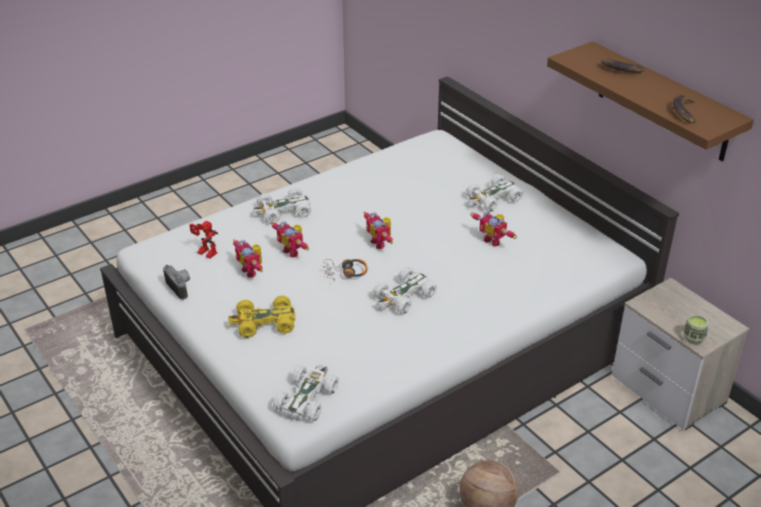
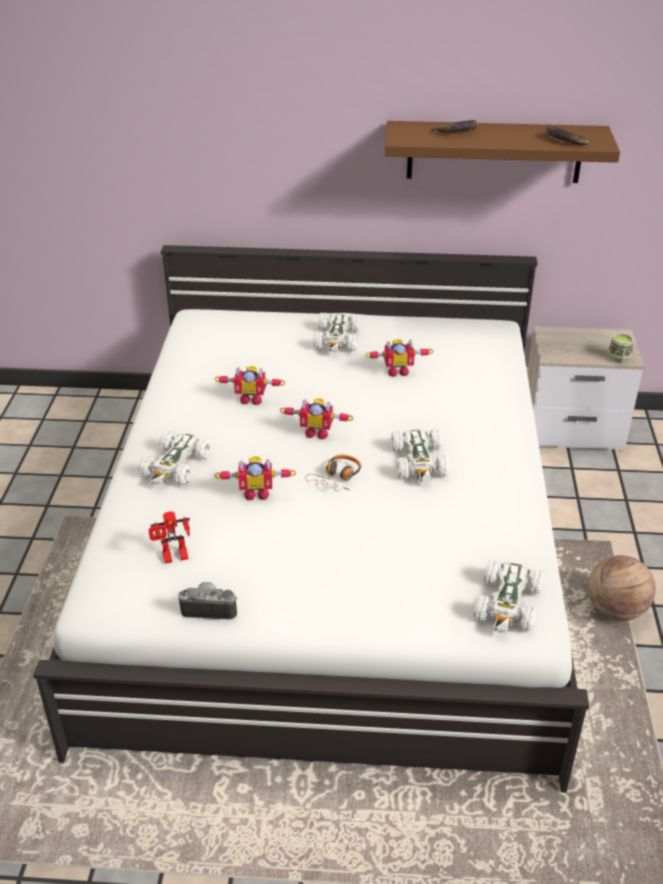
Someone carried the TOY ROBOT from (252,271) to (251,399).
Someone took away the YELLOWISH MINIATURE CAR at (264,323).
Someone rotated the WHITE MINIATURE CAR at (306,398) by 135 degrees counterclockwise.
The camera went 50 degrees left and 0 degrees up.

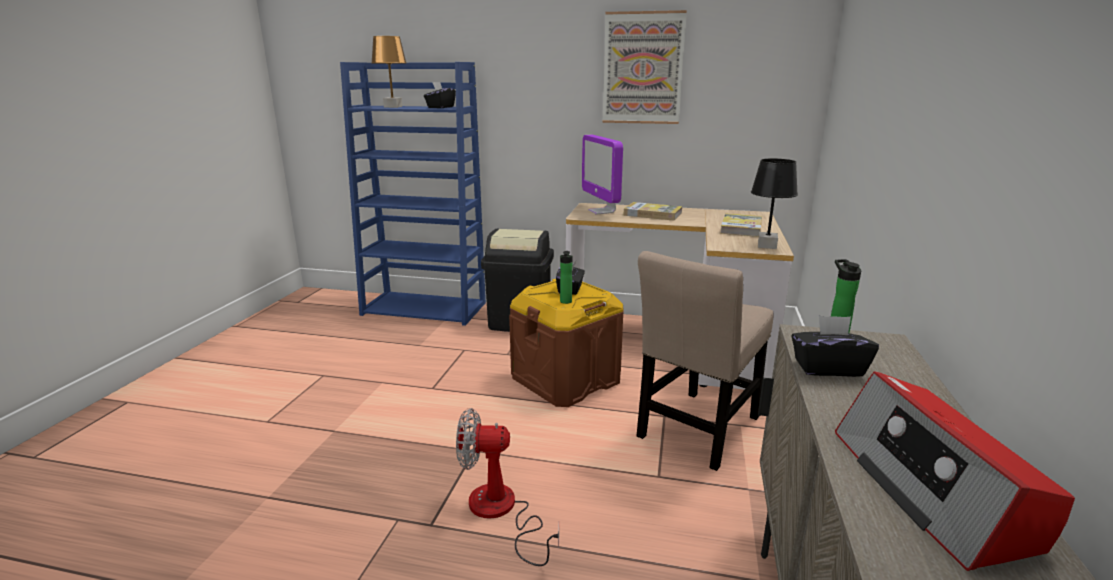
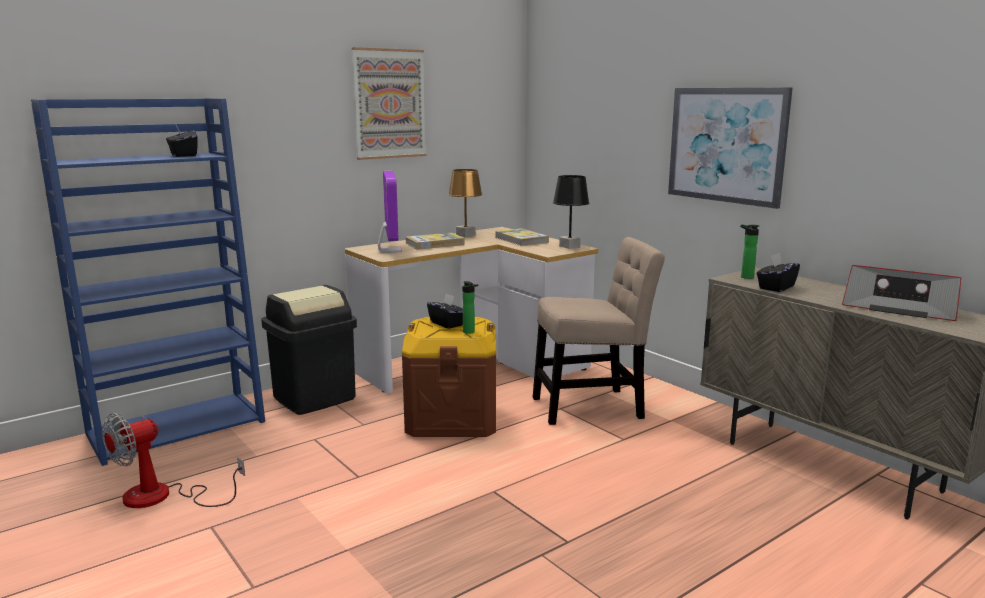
Someone carried the BROWN TABLE LAMP from (393,107) to (465,235).
Someone rotated the COMPUTER SCREEN at (601,211) by 120 degrees counterclockwise.
Someone rotated the BEIGE-COLOURED PLAIN CHAIR at (697,431) by 90 degrees counterclockwise.
Someone carried the FAN from (501,512) to (162,497).
Someone put up the WALL PICTURE at (726,145).
The camera went 50 degrees left and 5 degrees down.

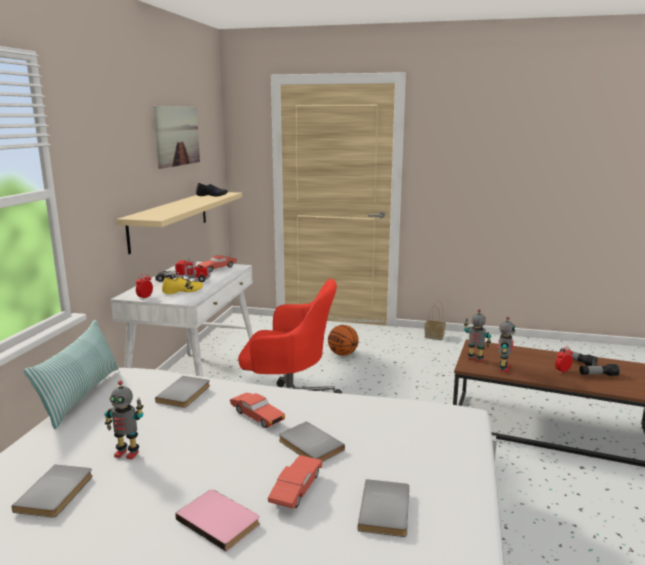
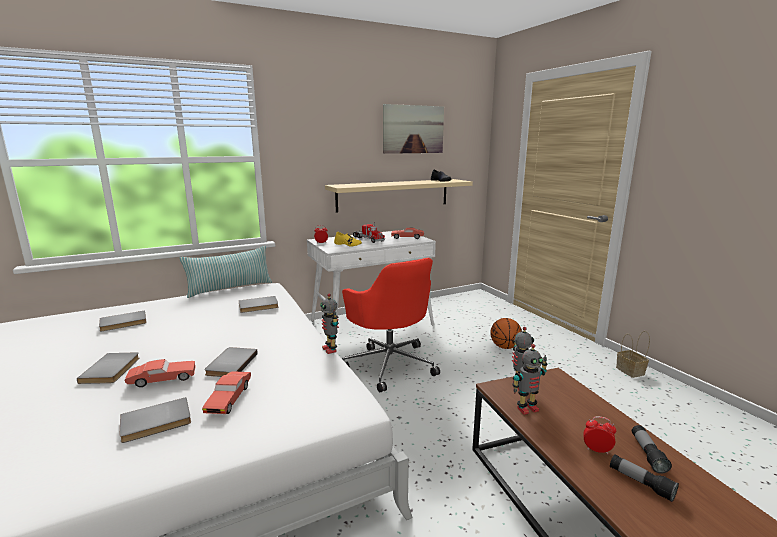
Someone carried the TOY ROBOT from (127,453) to (330,349).
Someone carried the RED-COLOURED MINIATURE CAR from (257,416) to (229,399).
Someone repainted the PINK-COLOURED BOOK at (220,520), which became the GRAY BOOK at (112,370).
The camera went 50 degrees right and 0 degrees up.

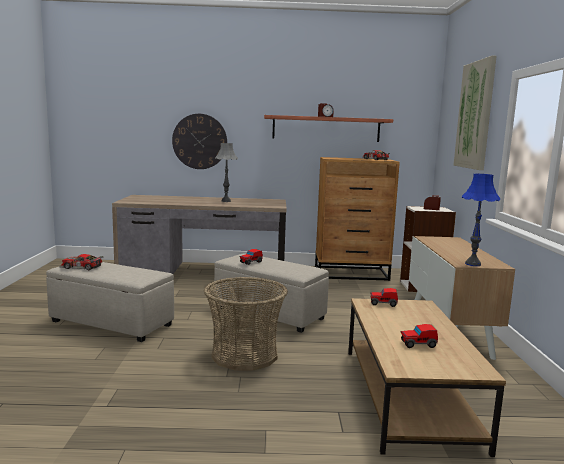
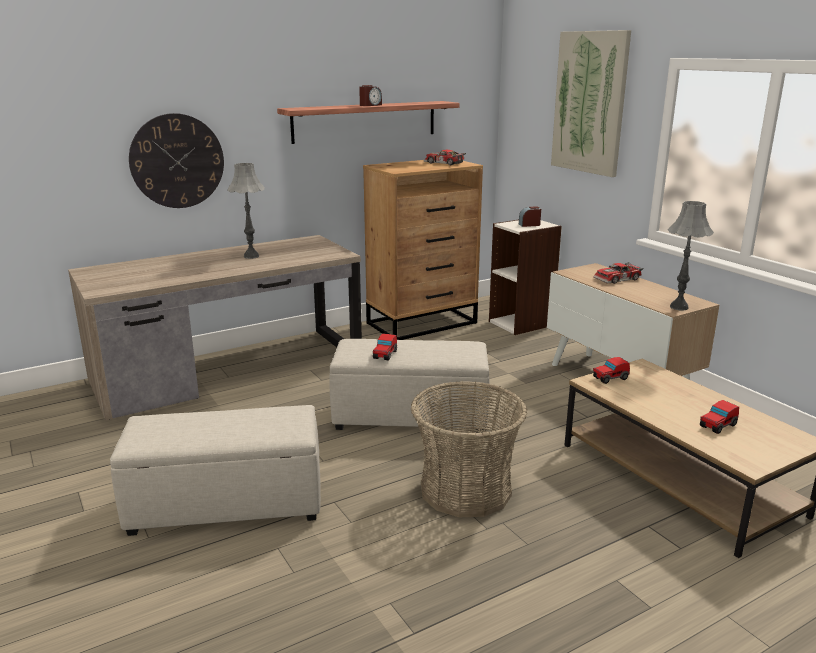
Someone repainted the BLUISH TABLE LAMP at (473,264), which became the GRAY TABLE LAMP at (679,307).
Someone carried the MINIATURE CAR from (81,267) to (618,279).
The camera went 30 degrees left and 10 degrees up.

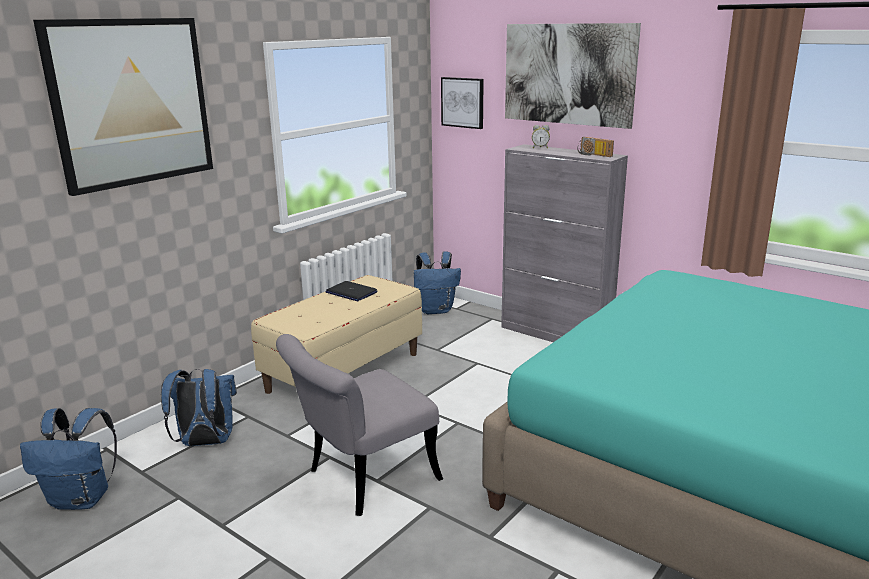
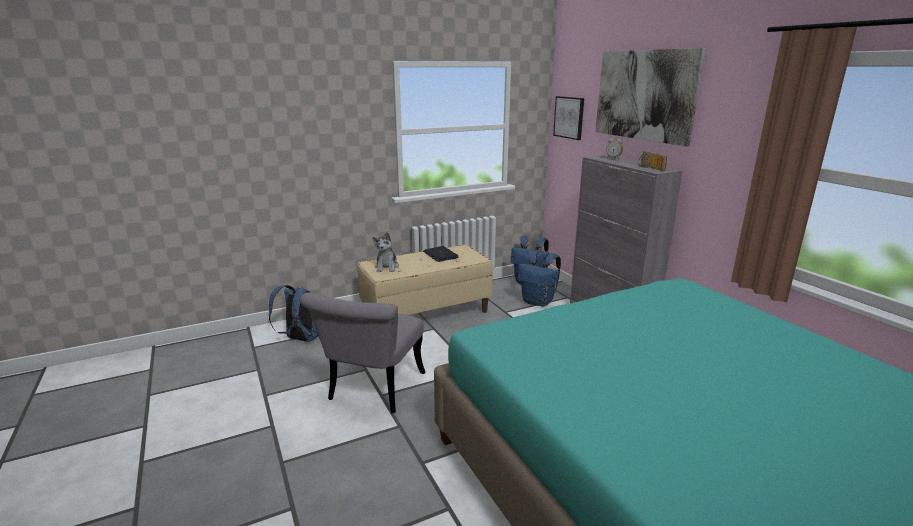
Someone took away the WALL PICTURE at (131,102).
Someone rotated the GRAY PLAIN CHAIR at (362,480) by 60 degrees counterclockwise.
Someone carried the BLUISH KNAPSACK from (82,499) to (538,302).
Someone put down the SOFT TOY at (387,267).
The camera went 25 degrees right and 0 degrees up.

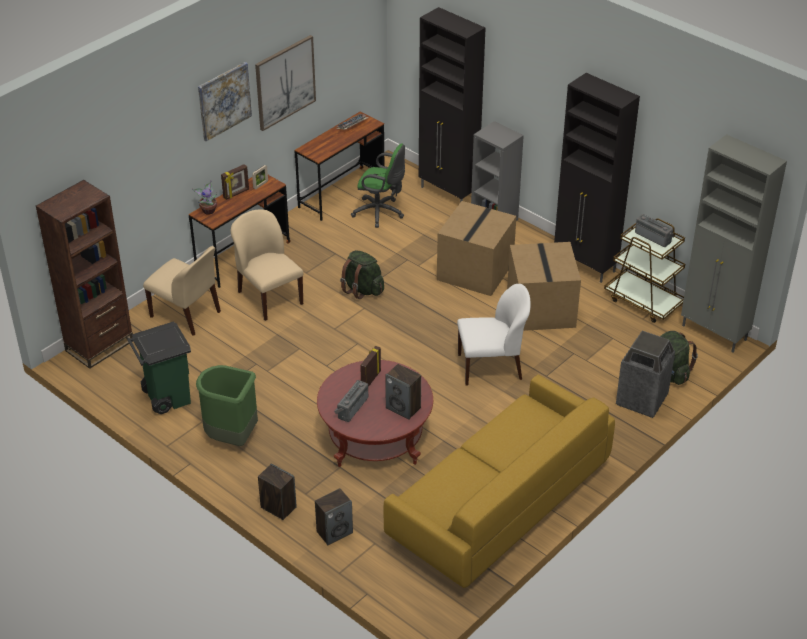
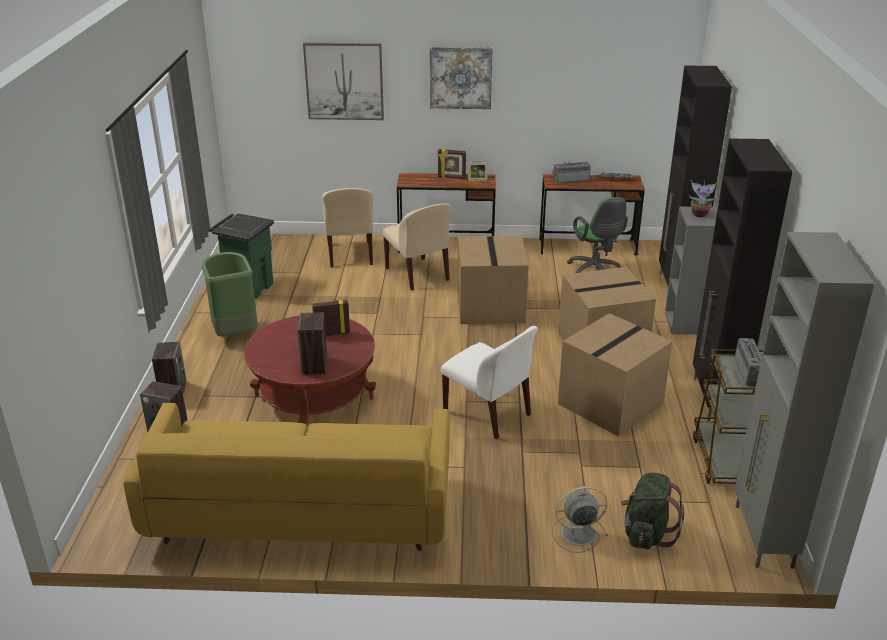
Someone carried the WALL PICTURE from (285,82) to (344,81).
Someone took away the BROWN BOOKSHELF at (99,346).
Someone carried the PLANT IN A POT from (208,210) to (699,214).
Someone rotated the BEIGE-COLOURED PLAIN CHAIR at (269,297) by 135 degrees clockwise.
Someone swapped the GREEN-COLOURED KNAPSACK at (362,289) for the CARTON at (489,306).
Someone swapped the TRASH CAN at (642,400) for the GRAY FAN at (577,533).
Someone carried the RADIO SET from (351,407) to (570,179).
The camera went 50 degrees right and 10 degrees down.

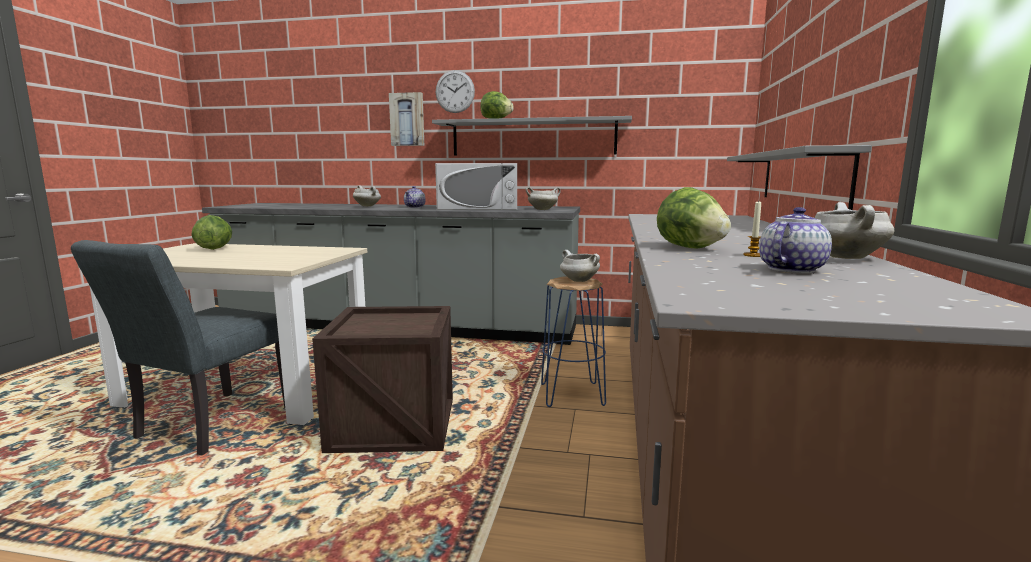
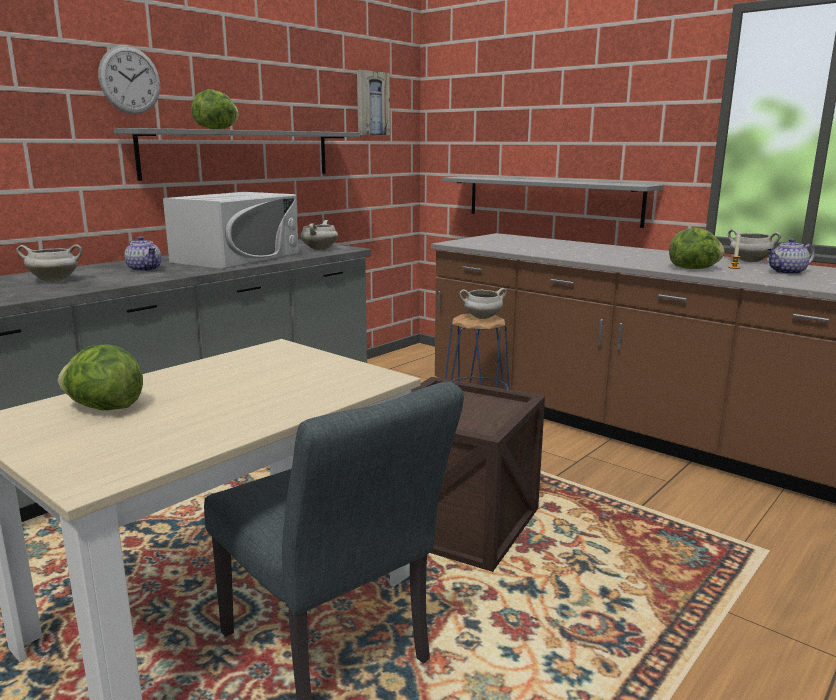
Someone carried the WALL PICTURE from (407,119) to (371,103).
Someone rotated the POT FOR TEA at (790,269) by 90 degrees counterclockwise.
The camera went 60 degrees left and 5 degrees up.

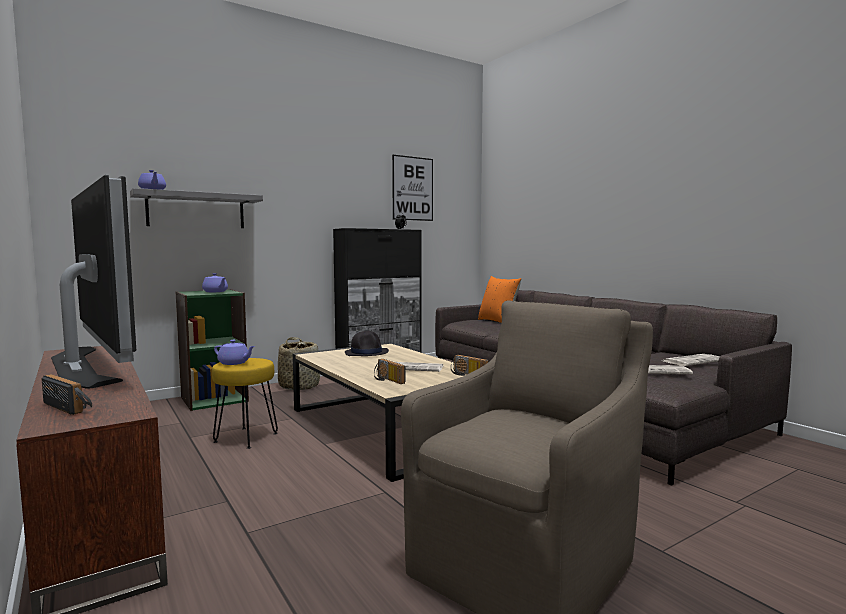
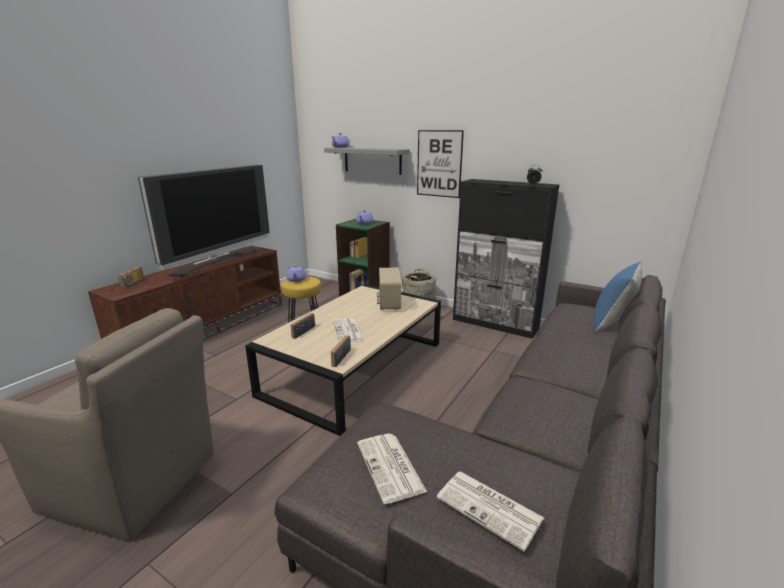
Someone carried the WALL PICTURE from (412,188) to (439,164).
Someone repainted the ORANGE-COLOURED PILLOW at (498,321), which became the BLUISH PILLOW at (612,323).
Someone swapped the BLACK-COLOURED CLOTHING HAT at (367,352) for the RADIO SET at (388,303).
The camera went 65 degrees right and 15 degrees up.

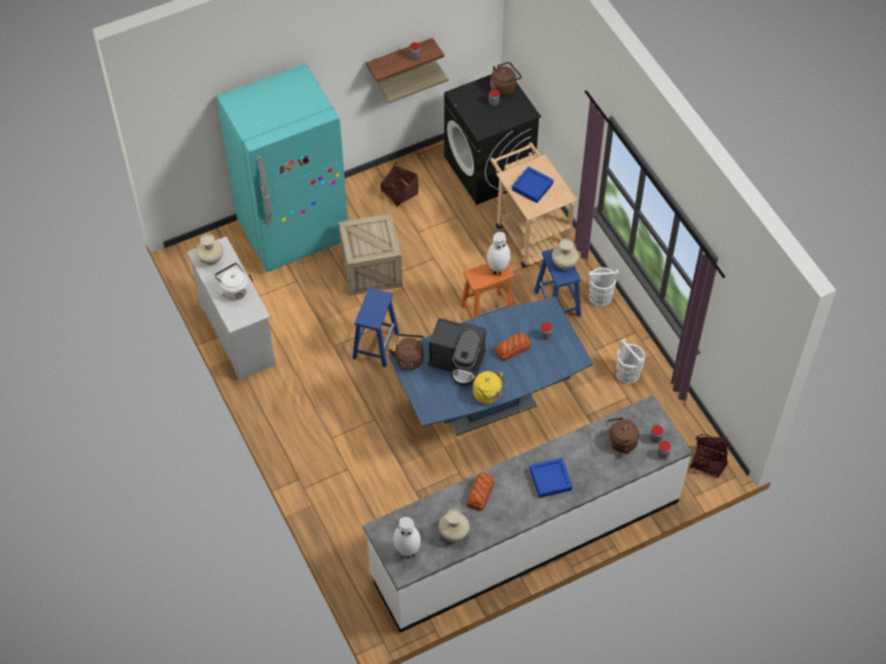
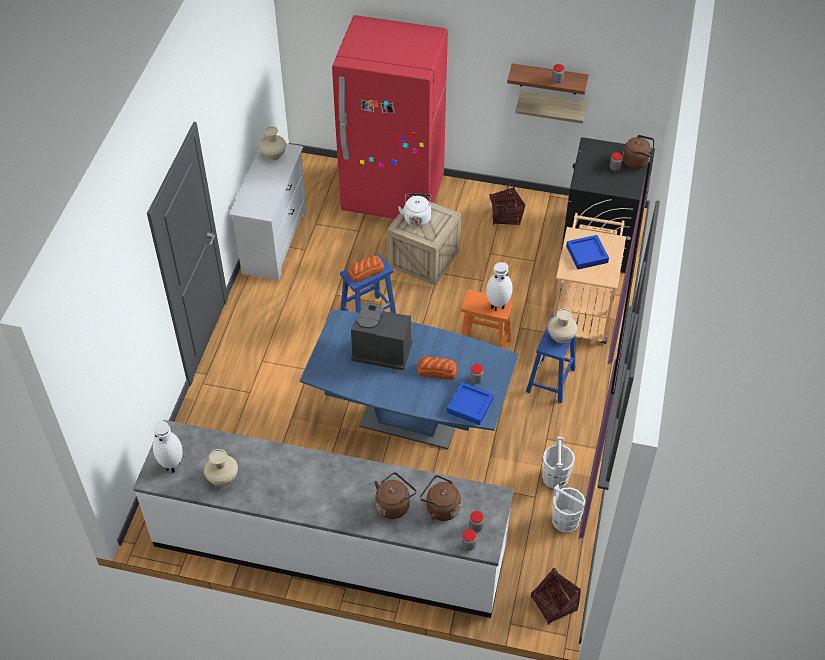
Someone repainted the BLUE-GREEN FRIDGE at (293,232), which became the RED-COLOURED FRIDGE at (393,195).
Someone carried the WHITE TEA KETTLE from (233,290) to (417,218).
Someone carried the WHITE BUCKET from (600,297) to (565,521).
Someone rotated the COFFEE MACHINE at (458,362) by 135 degrees clockwise.
Someone carried the BROWN TEA KETTLE from (409,358) to (394,504).
Someone took away the YELLOWISH TEA KETTLE at (489,395).
Someone carried the BLUISH TRAY from (550,479) to (470,405).
Someone carried the BAKED BREAD from (480,493) to (366,271).
The camera went 40 degrees right and 5 degrees down.

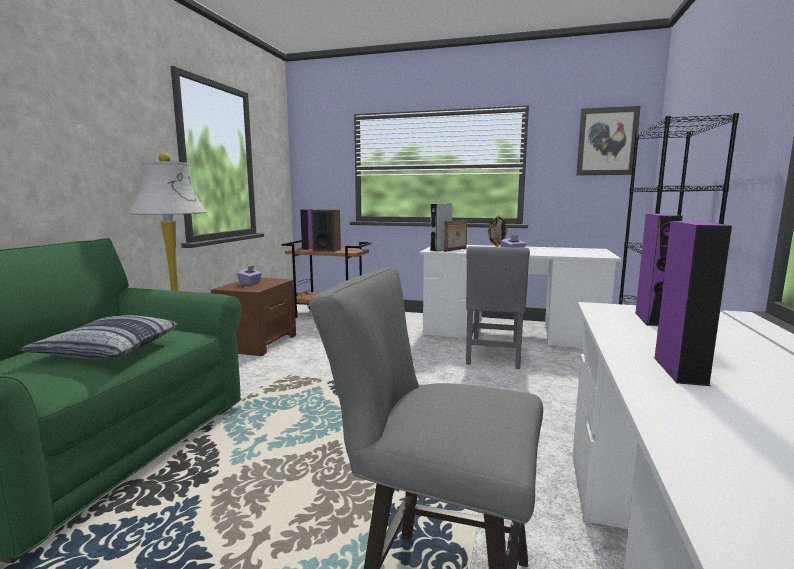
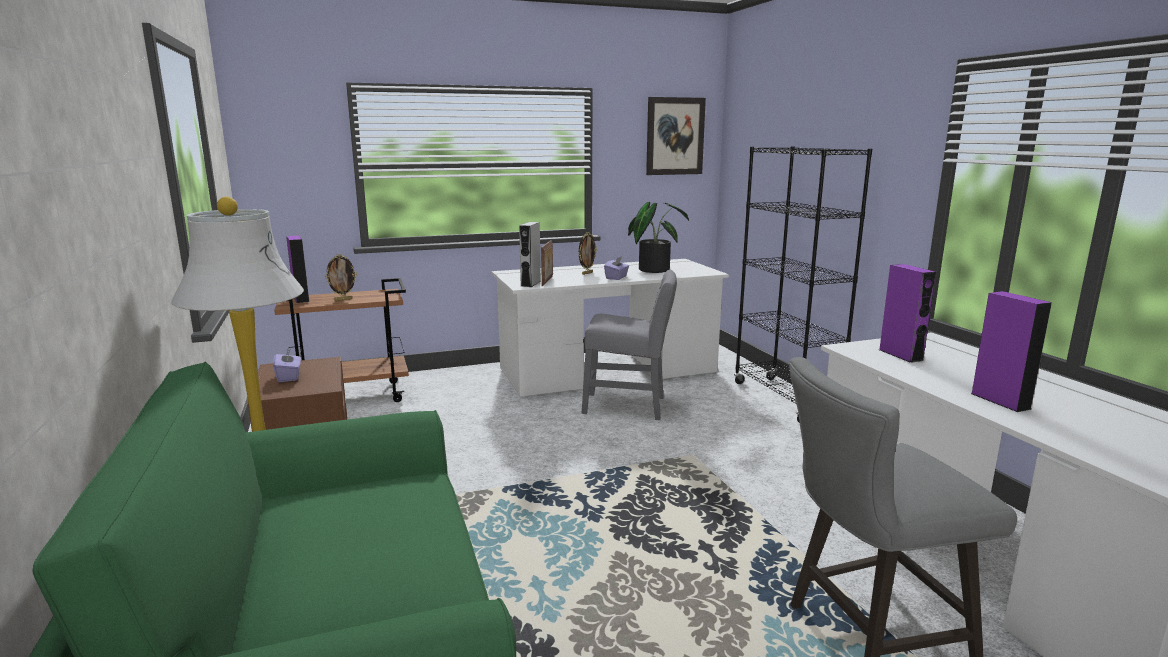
Someone swapped the AUDIO SPEAKER at (326,250) for the STANDING FRAME at (343,299).
Someone rotated the GRAY PLAIN CHAIR at (493,357) by 60 degrees counterclockwise.
Someone took away the PILLOW at (108,350).
Someone put down the PLANT IN A POT at (653,269).
The camera went 35 degrees left and 5 degrees up.

